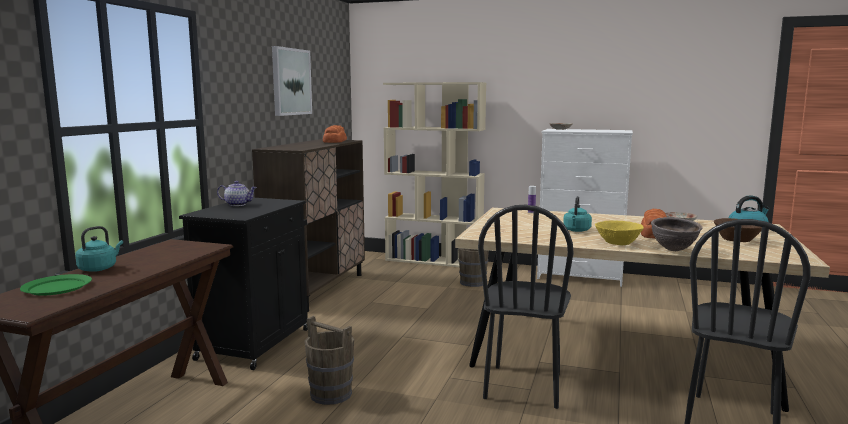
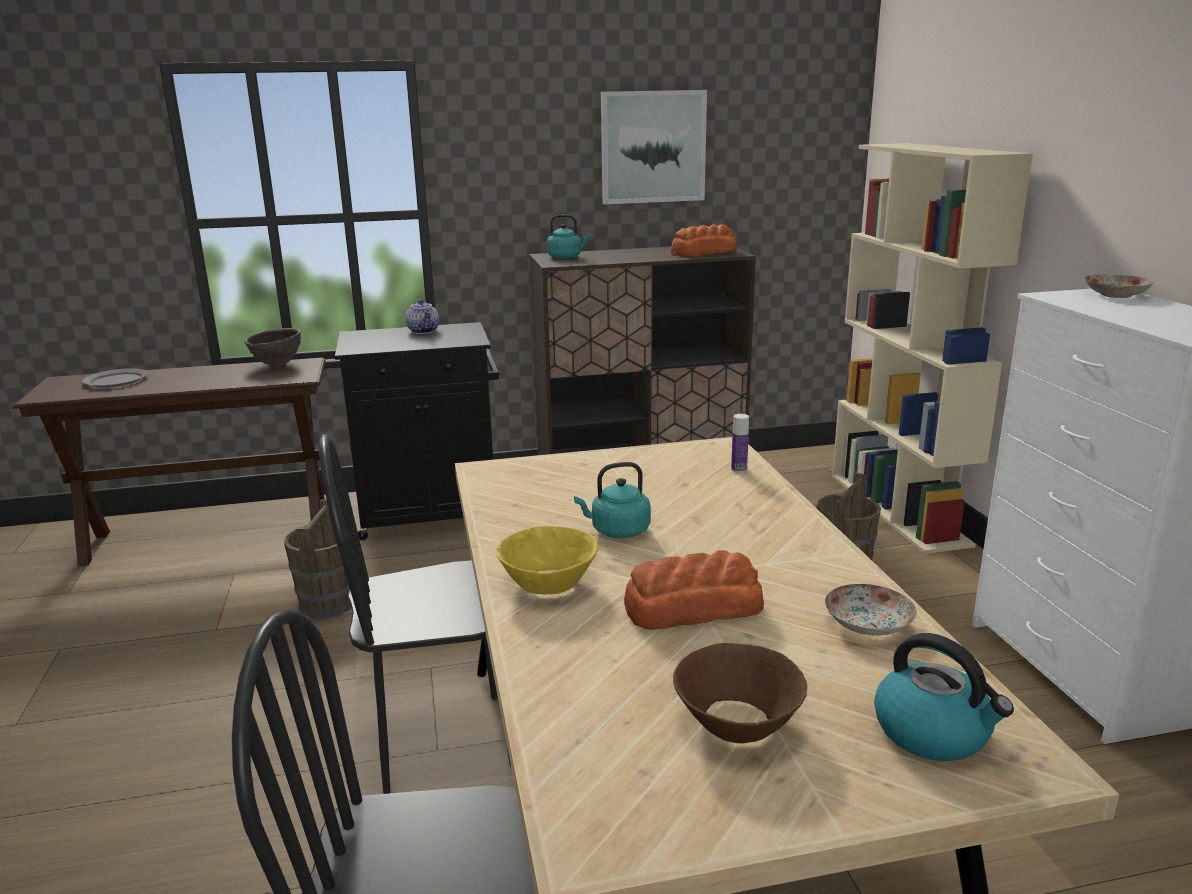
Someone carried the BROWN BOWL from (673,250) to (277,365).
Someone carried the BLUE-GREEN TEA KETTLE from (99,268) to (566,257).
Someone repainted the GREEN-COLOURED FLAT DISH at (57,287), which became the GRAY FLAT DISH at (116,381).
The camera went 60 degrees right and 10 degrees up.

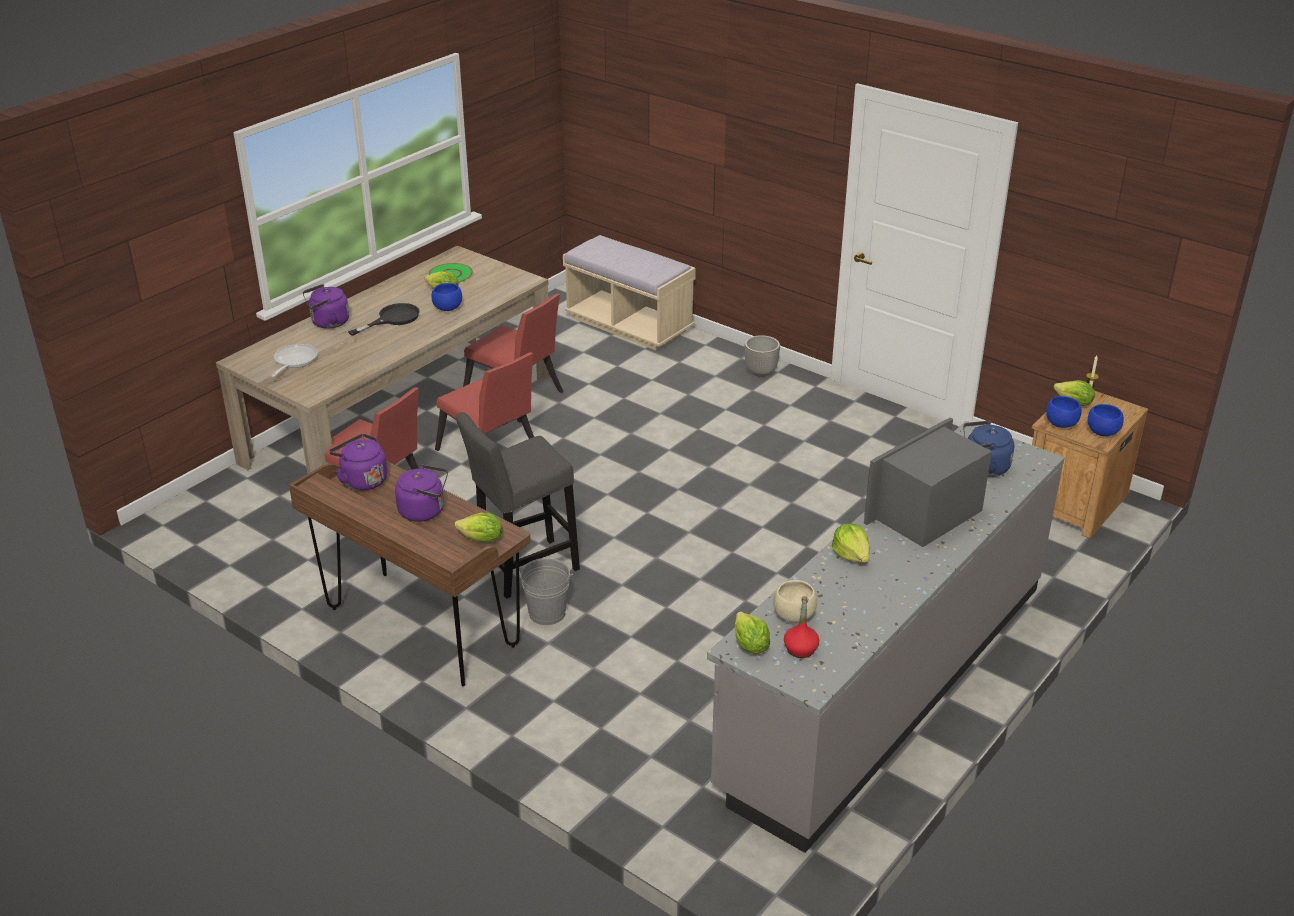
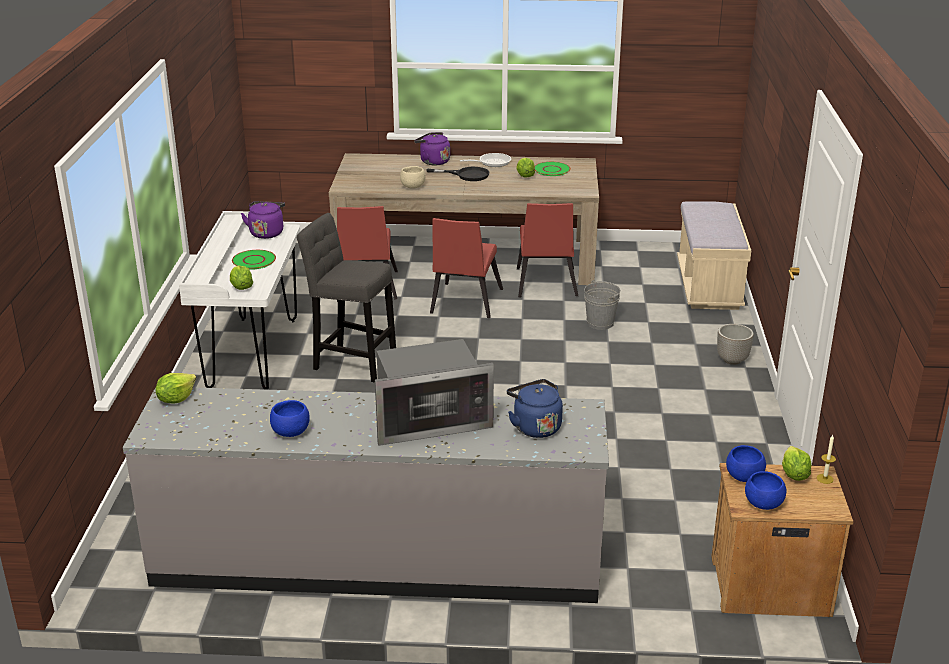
Someone carried the BLUISH BOWL from (447,308) to (291,432).
Someone carried the SKILLET from (294,361) to (491,162).
Someone rotated the KITCHEN MICROWAVE at (926,514) by 150 degrees clockwise.
Someone repainted the BROWN DESK UNIT at (421,628), which became the WHITE DESK UNIT at (252,354).
Someone swapped the PURPLE-COLOURED TEA KETTLE at (425,511) for the GREEN-COLOURED FLAT DISH at (254,261).
Someone took away the LETTUCE at (851,555).
Someone carried the GRAY BUCKET from (547,613) to (600,323).
Someone carried the BEIGE-COLOURED BOWL from (793,616) to (413,187).
Someone took away the RED-COLOURED BEVERAGE BOTTLE at (800,649).
The camera went 55 degrees right and 5 degrees down.

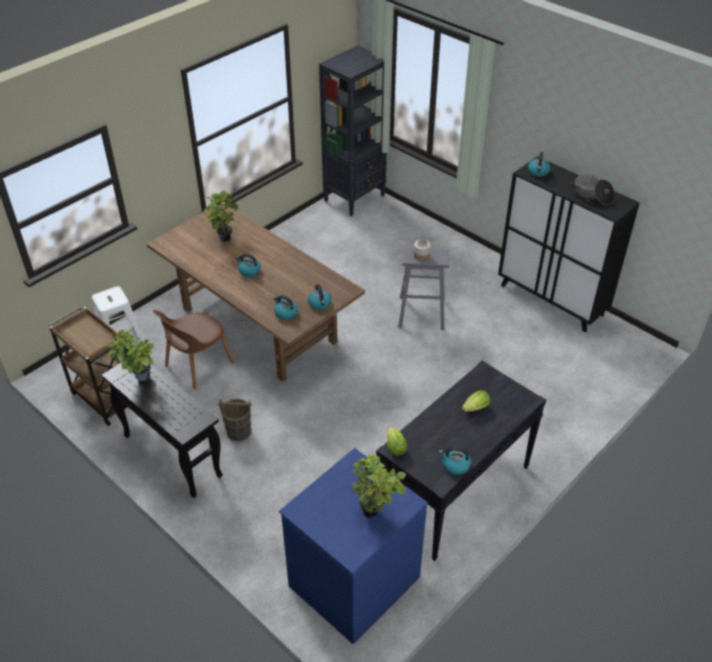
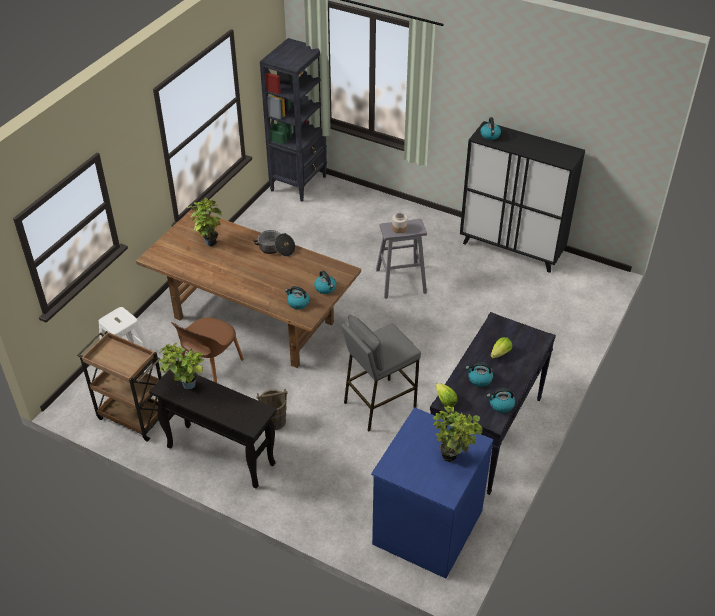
Someone carried the SAUCEPOT from (591,196) to (276,249).
Someone carried the TEA KETTLE from (249,271) to (479,379).
Someone put down the GRAY SITTING STOOL at (379,404).
The camera went 15 degrees left and 0 degrees up.

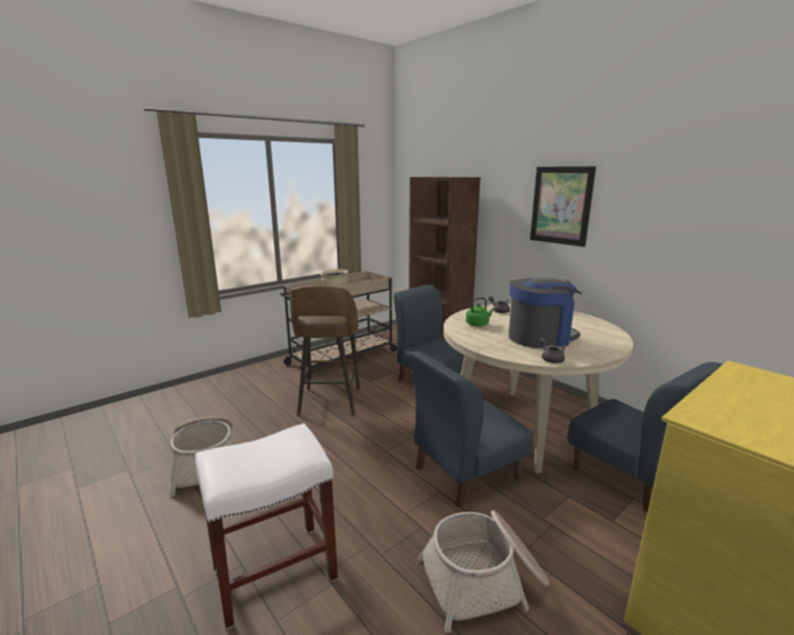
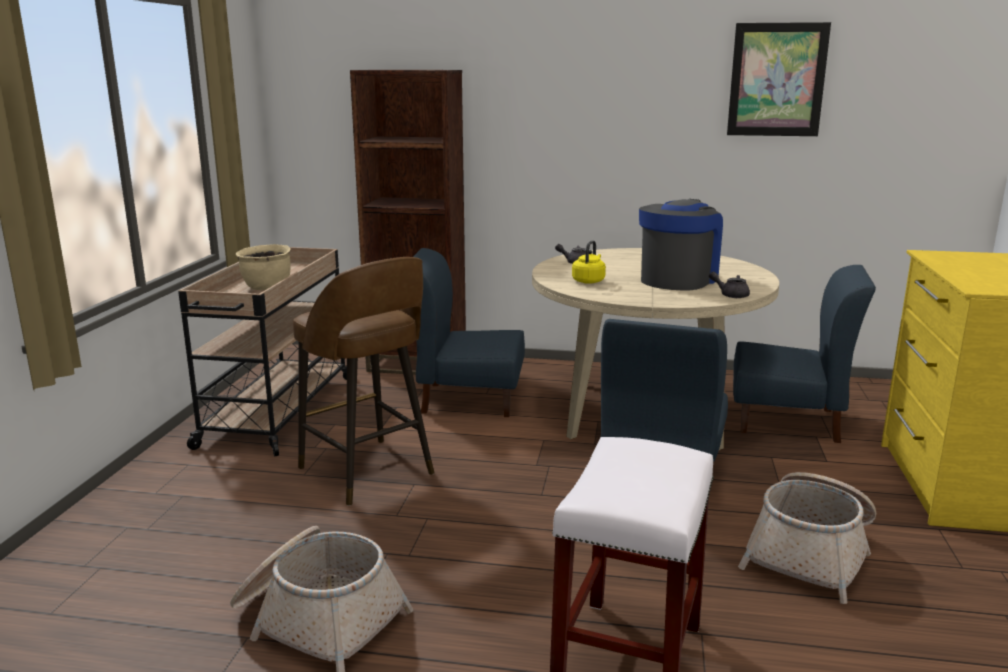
Someone carried the WALL PICTURE from (561,205) to (777,80).
Someone repainted the GREEN-COLOURED TEA KETTLE at (478,324), which became the YELLOWISH TEA KETTLE at (589,281).
The camera went 40 degrees left and 0 degrees up.

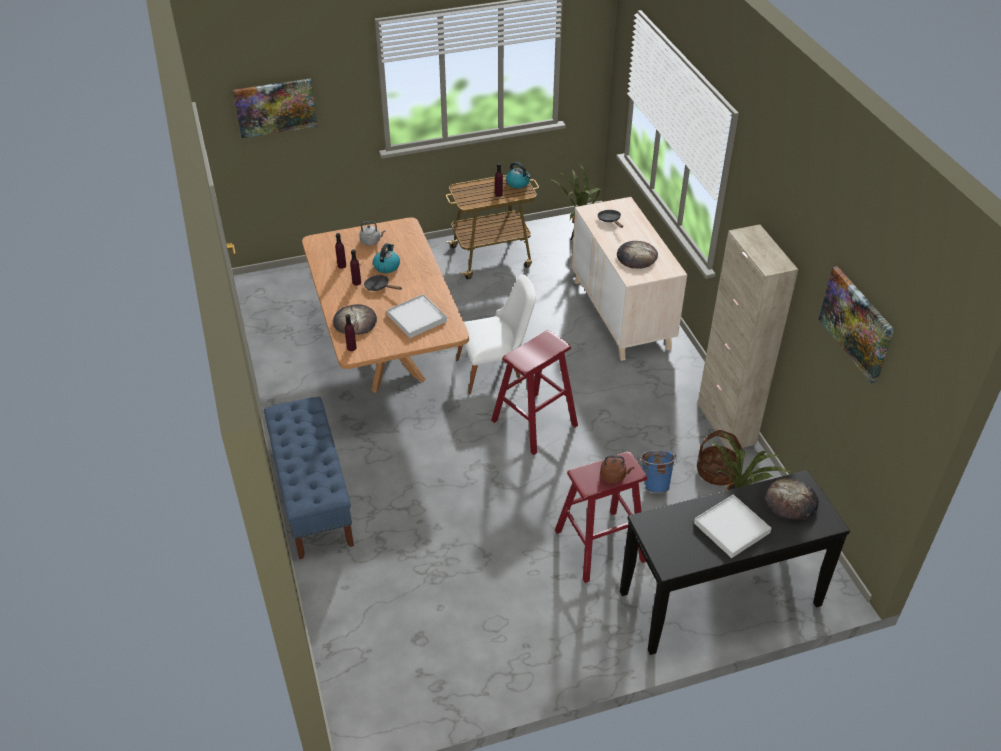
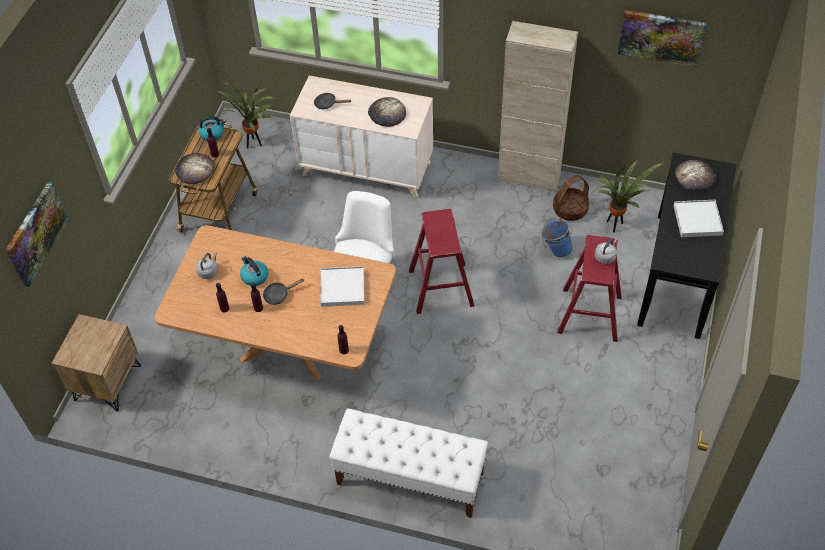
Someone carried the BAKED BREAD from (355,322) to (195,170).
Someone repainted the BLUISH LONG SEAT at (312,497), which became the WHITE LONG SEAT at (409,478).
Someone repainted the BROWN TEA KETTLE at (614,476), which became the GRAY TEA KETTLE at (605,256).
Someone put down the BROWN BEDSIDE TABLE at (107,382).
The camera went 55 degrees left and 10 degrees up.

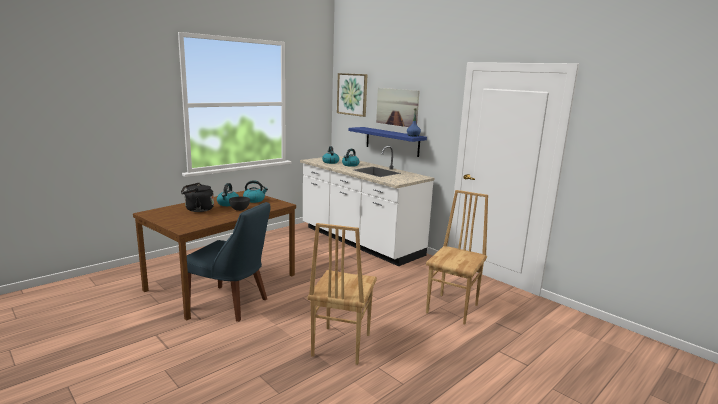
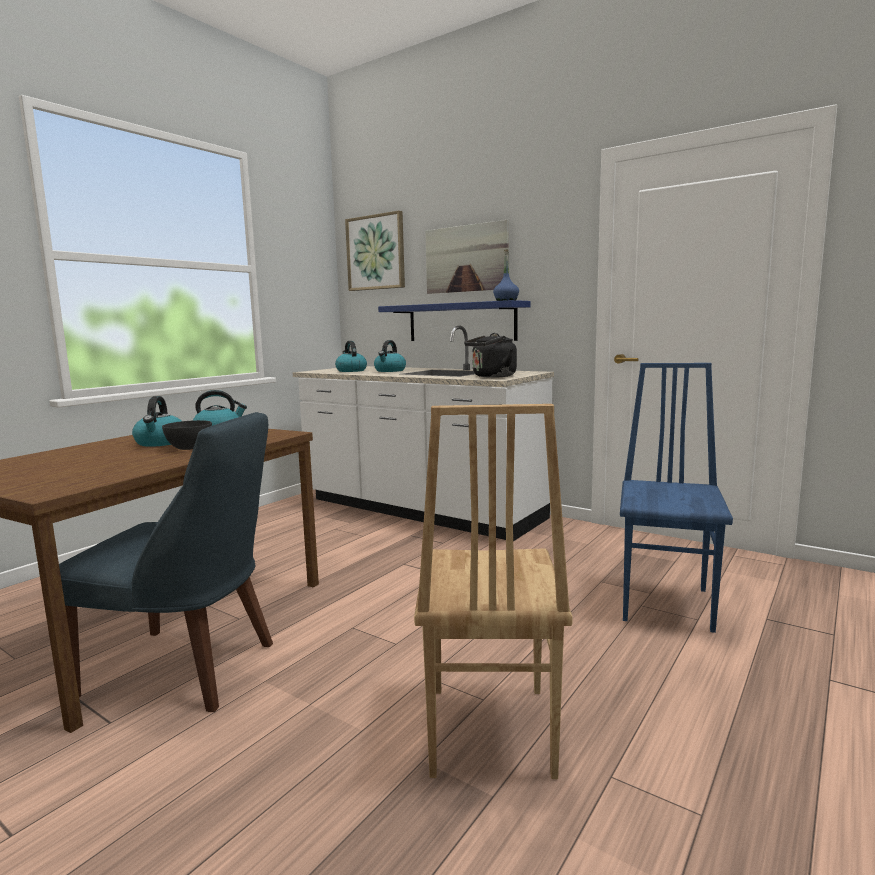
Someone carried the BLACK-COLOURED TEA KETTLE from (197,209) to (492,376).
Someone repainted the BROWN PLAIN CHAIR at (453,308), which became the BLUISH PLAIN CHAIR at (668,604).
The camera went 10 degrees left and 5 degrees down.

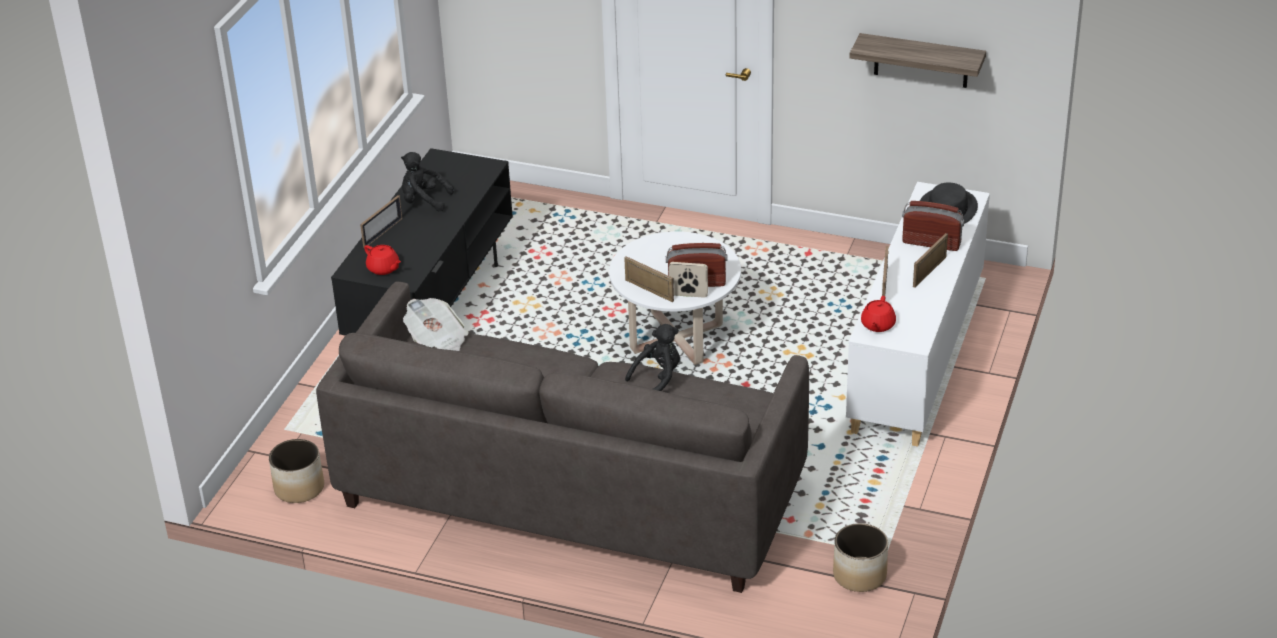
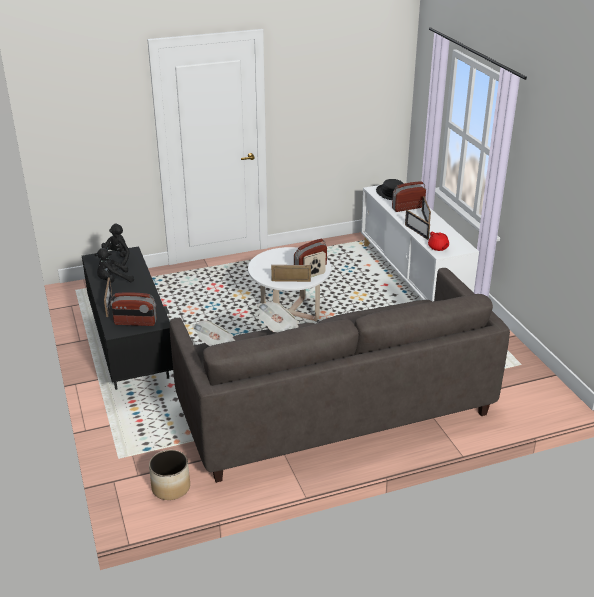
Someone took away the BRACKET SHELF at (921,61).
Someone swapped the RED-COLOURED POT FOR TEA at (383,268) for the RADIO SET at (135,323).
Someone carried the BLACK-COLOURED SOFT TOY from (658,378) to (117,259).
Someone took away the PLANT POT at (860,575).
Someone put down the DAILY PAPER at (279,329).
The camera went 40 degrees left and 5 degrees down.

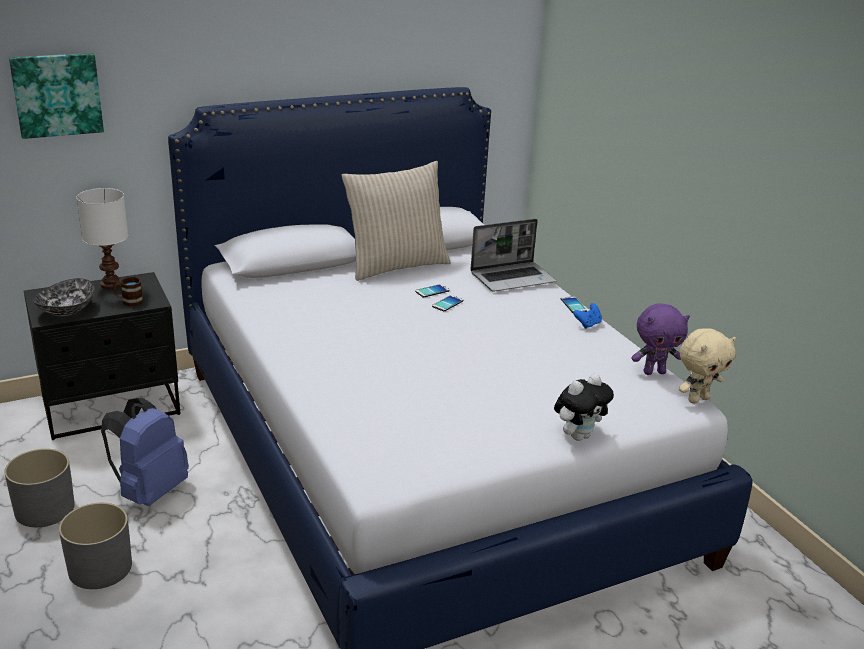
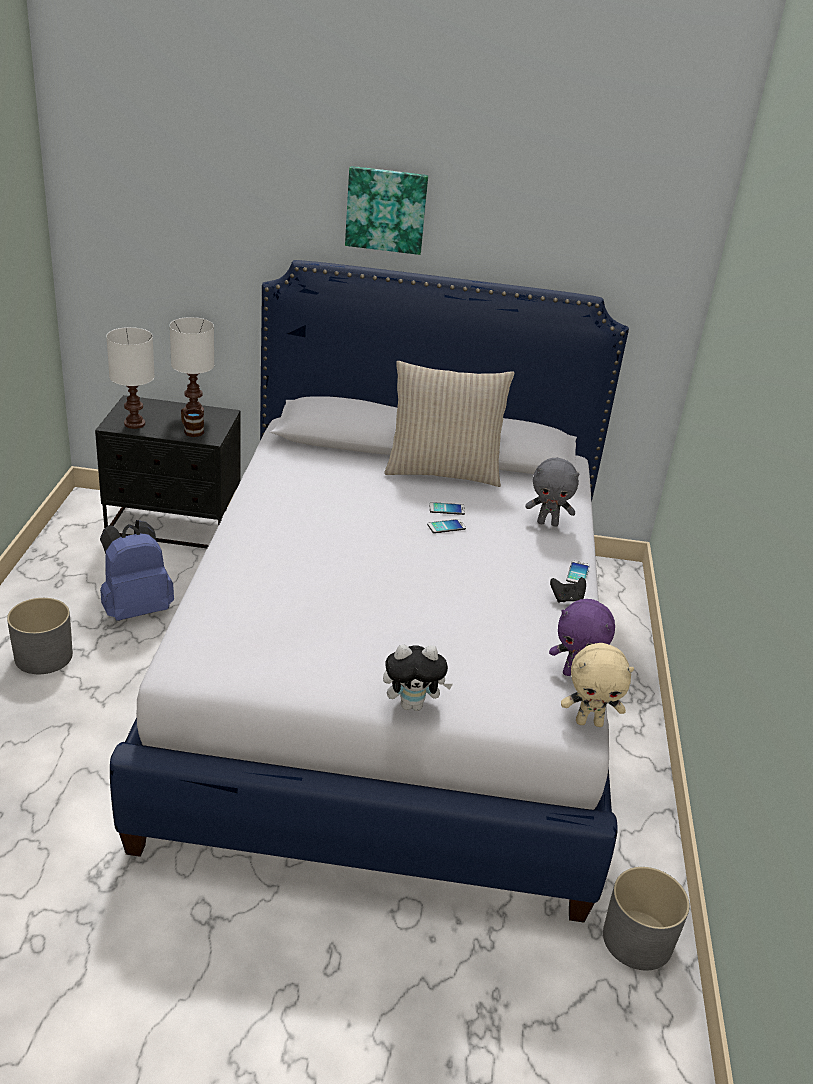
Someone carried the WALL PICTURE from (57,94) to (386,209).
Someone swapped the PORTABLE COMPUTER at (513,278) for the GRAY SOFT TOY at (548,523).
Someone swapped the BOWL at (66,310) for the WHITE TABLE LAMP at (135,423).
Someone repainted the BLUISH GAMEPAD at (587,324), which became the BLACK-COLOURED GAMEPAD at (567,599).
Someone carried the GRAY PLANT POT from (45,509) to (638,940).
The camera went 30 degrees right and 5 degrees up.

